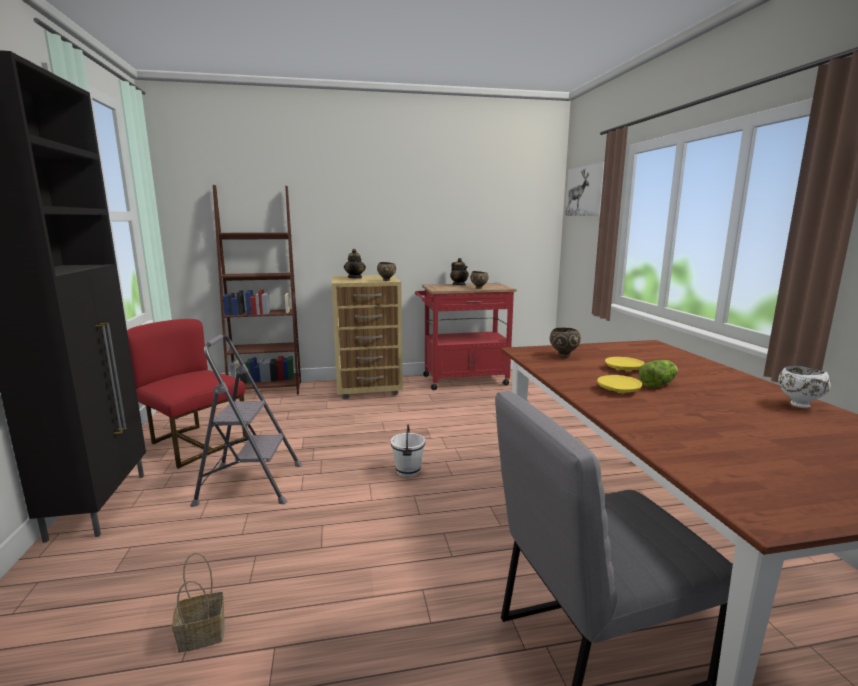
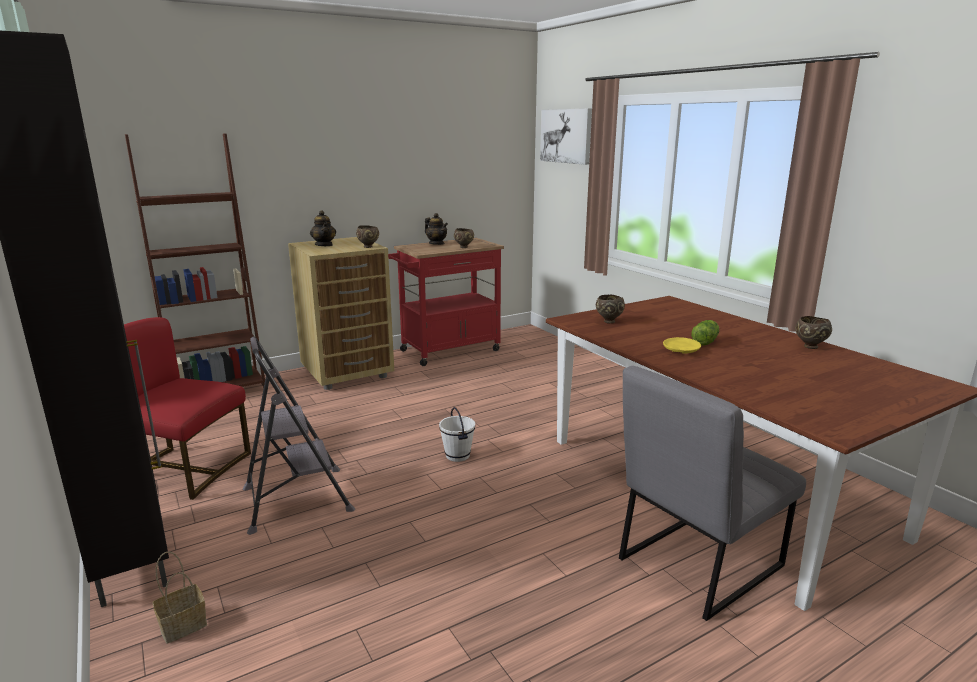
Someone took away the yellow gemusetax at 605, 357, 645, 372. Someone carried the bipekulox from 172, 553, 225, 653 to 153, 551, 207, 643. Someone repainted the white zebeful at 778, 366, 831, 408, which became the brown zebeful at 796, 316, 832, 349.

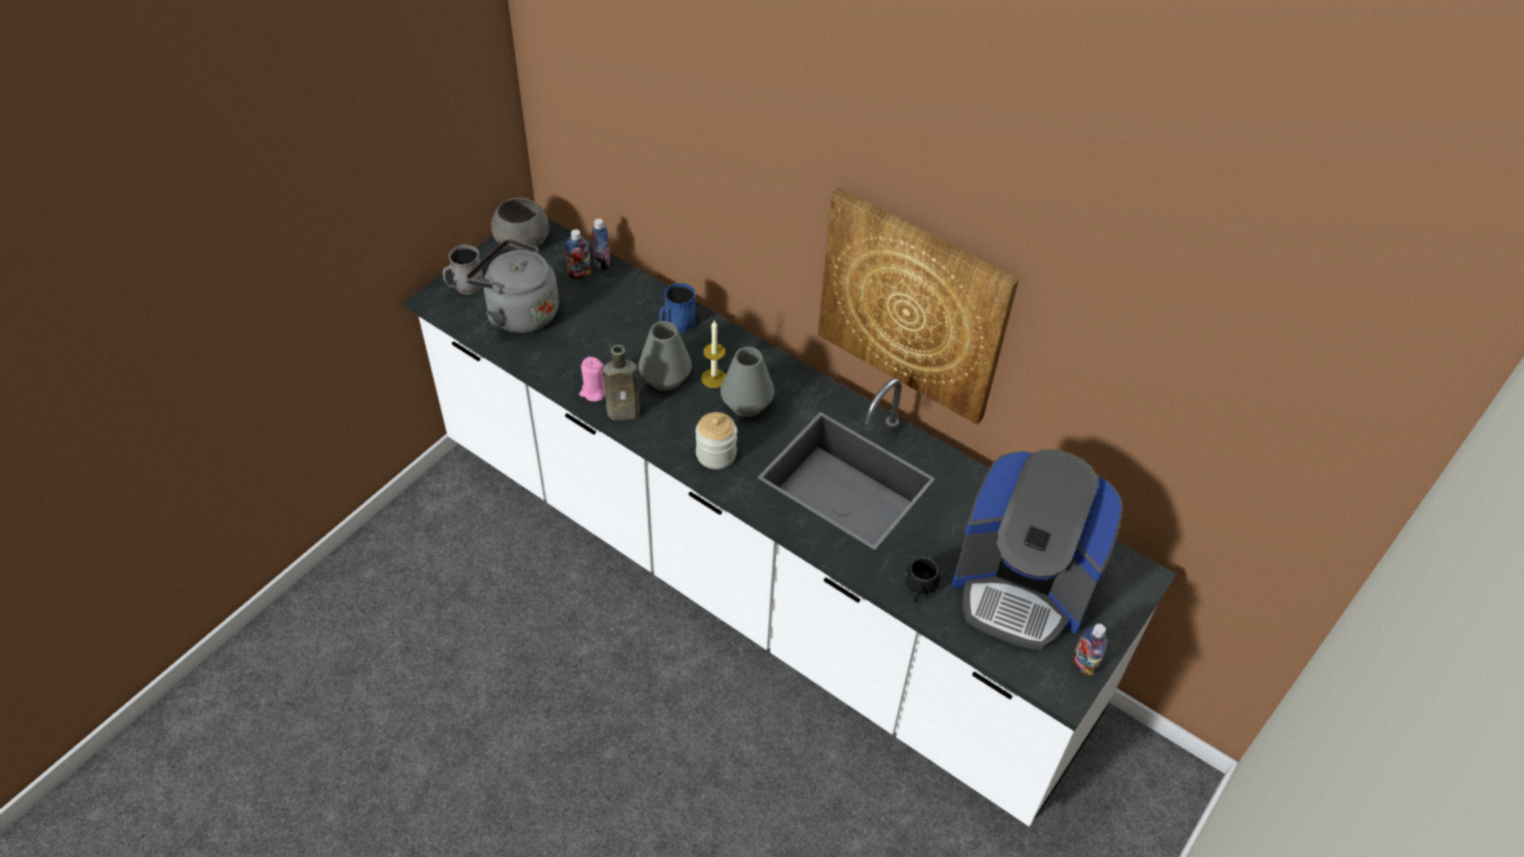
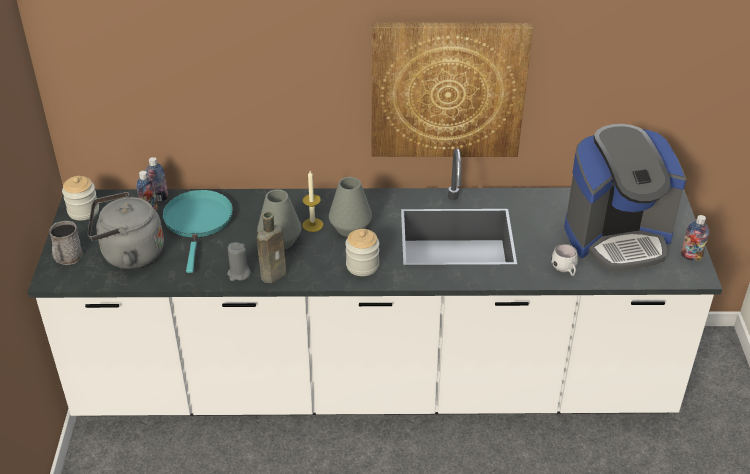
Someone took away the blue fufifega at 659, 283, 695, 333. Someone put down the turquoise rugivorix at 162, 190, 233, 273. Someone swapped the grey zebeful at 491, 198, 549, 251 for the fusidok at 62, 176, 99, 221. Someone repainted the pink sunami at 579, 357, 605, 401, which became the grey sunami at 227, 242, 251, 281. Someone repainted the black fufifega at 905, 557, 940, 602, which became the white fufifega at 551, 244, 578, 276.

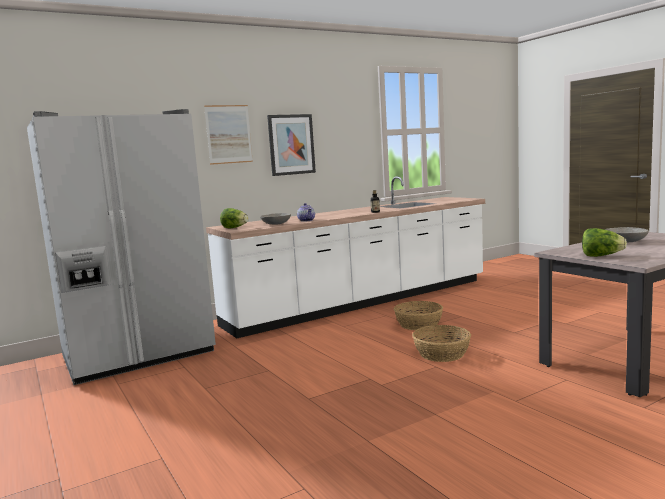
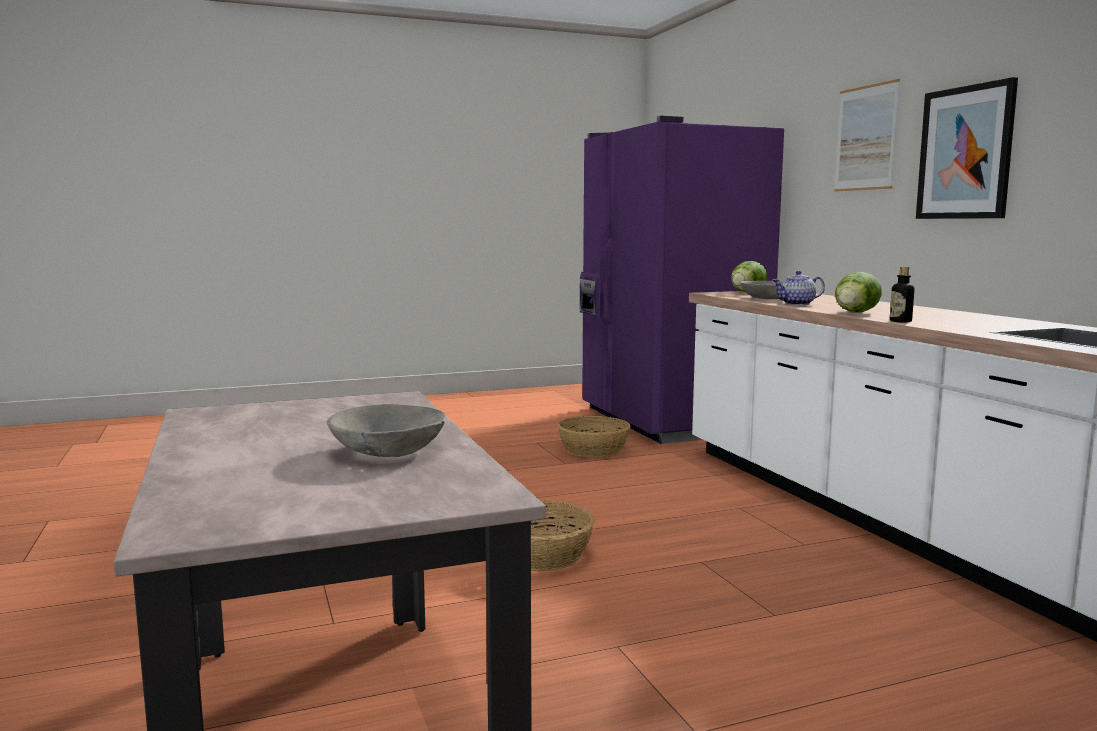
Someone carried the bipekulox from 394, 301, 443, 330 to 558, 416, 631, 458. Someone carried the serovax from 582, 228, 627, 257 to 835, 272, 882, 313. Someone repainted the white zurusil at 27, 109, 216, 385, which became the purple zurusil at 580, 115, 784, 444.

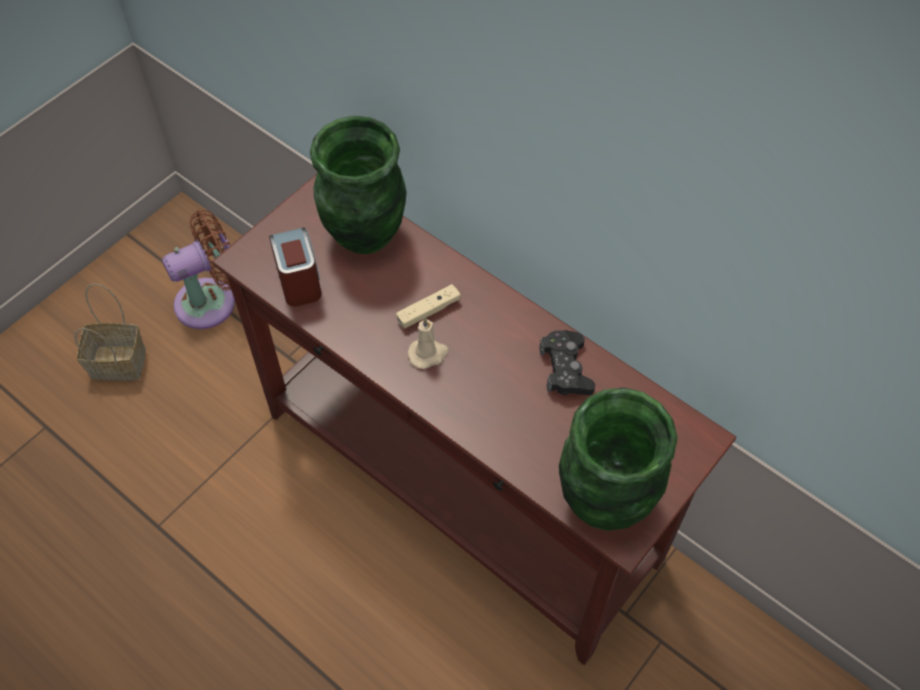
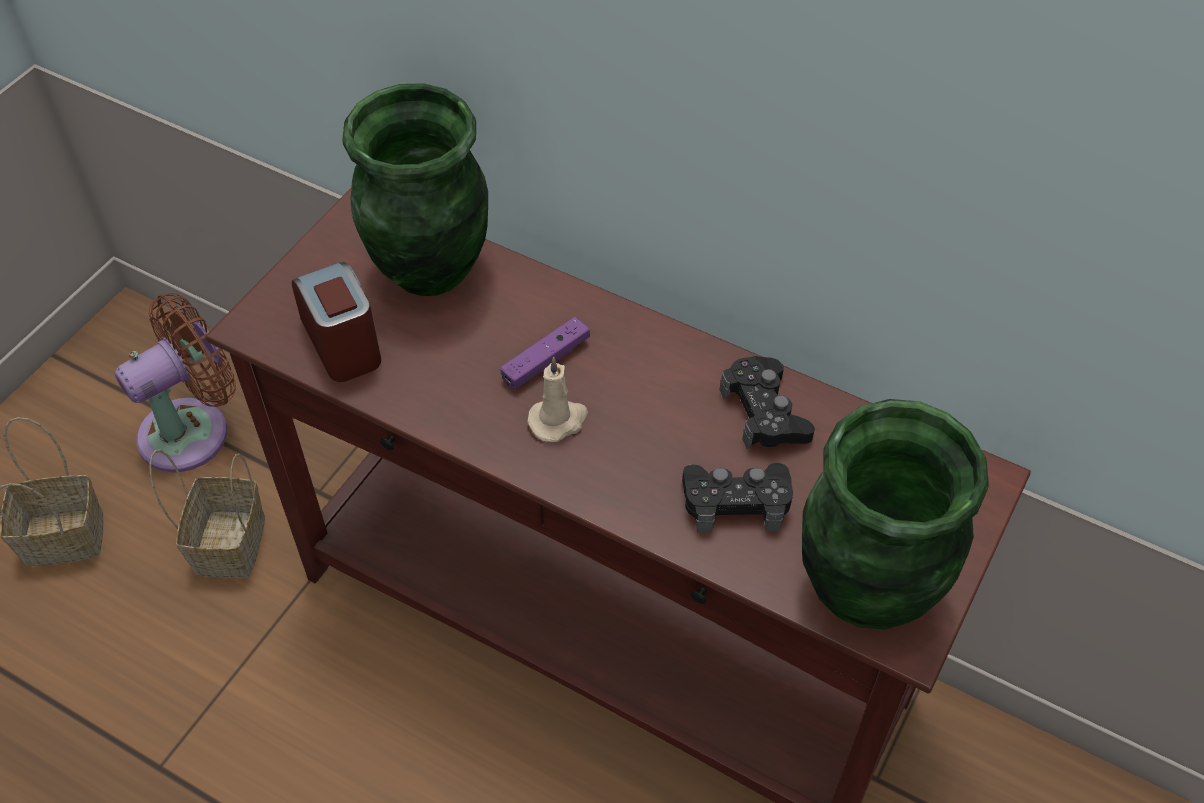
Someone put down the bipekulox at 149, 449, 265, 578. Someone put down the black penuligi at 682, 463, 793, 533. Someone repainted the beige penuligi at 396, 284, 460, 329, which became the purple penuligi at 500, 317, 590, 390.

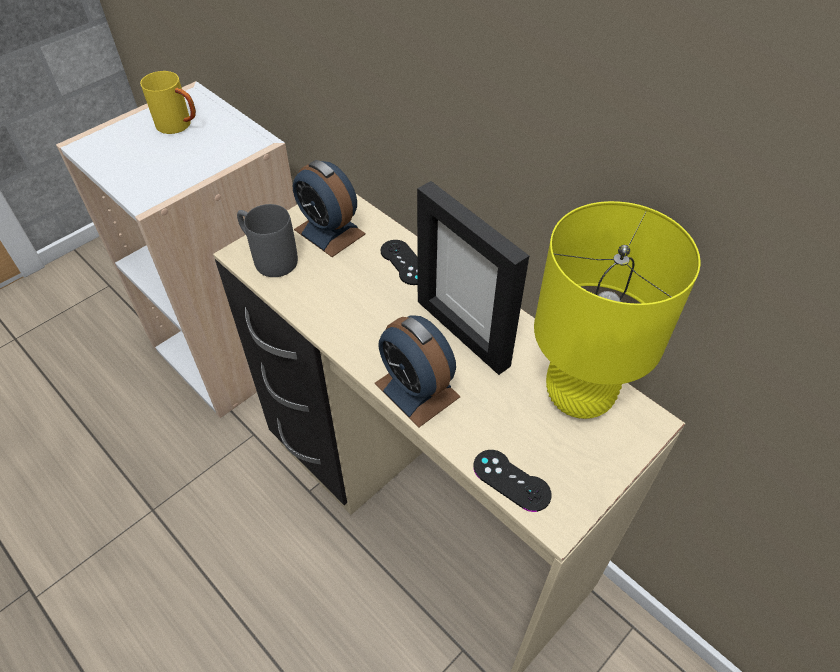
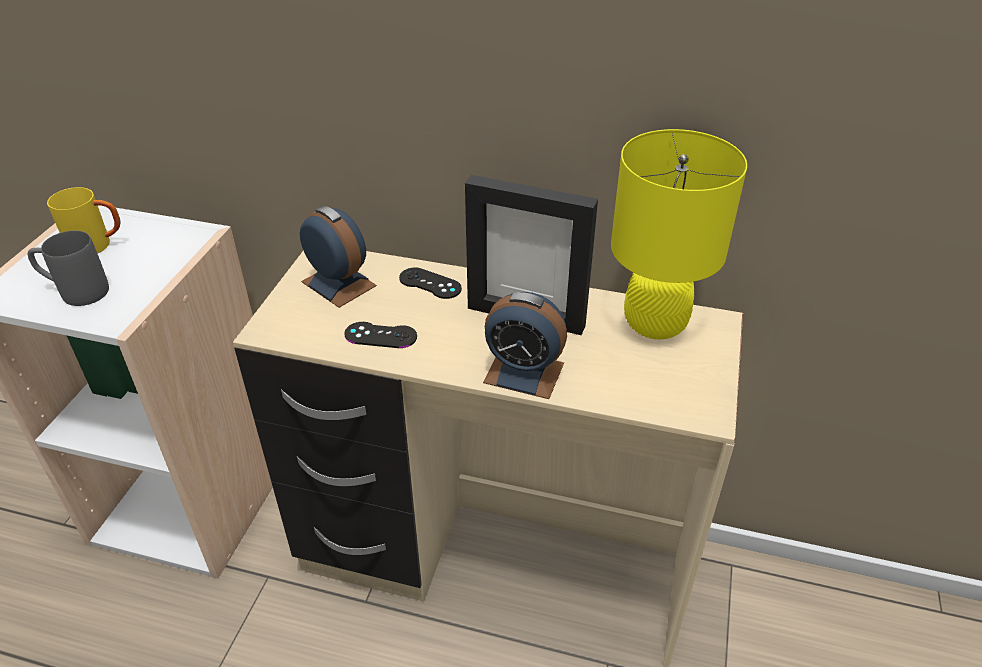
Someone carried the grey fufifega from 237, 204, 298, 277 to 28, 231, 109, 306. Someone carried the black penuligi from 473, 450, 552, 512 to 344, 322, 417, 348. Someone rotated the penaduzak at 293, 160, 366, 257 by 150 degrees counterclockwise.

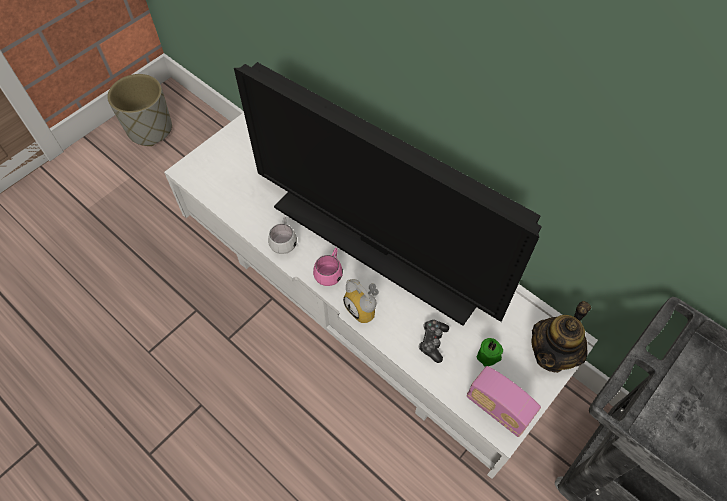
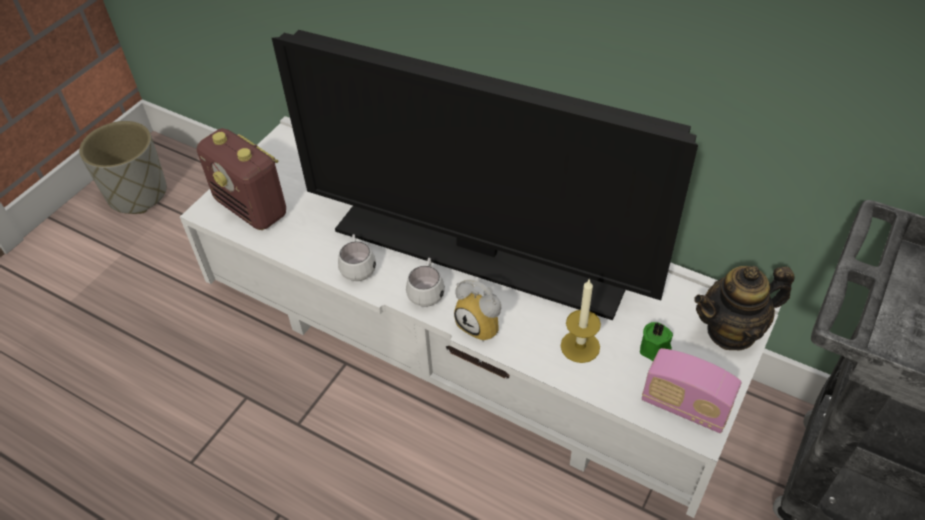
Someone put down the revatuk at 197, 128, 286, 230. Someone swapped the penuligi at 419, 320, 449, 363 for the sunami at 561, 280, 601, 363. Someone repainted the pink fufifega at 313, 248, 343, 286, which became the white fufifega at 406, 258, 445, 307. Someone rotated the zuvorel at 531, 301, 591, 373 by 45 degrees clockwise.

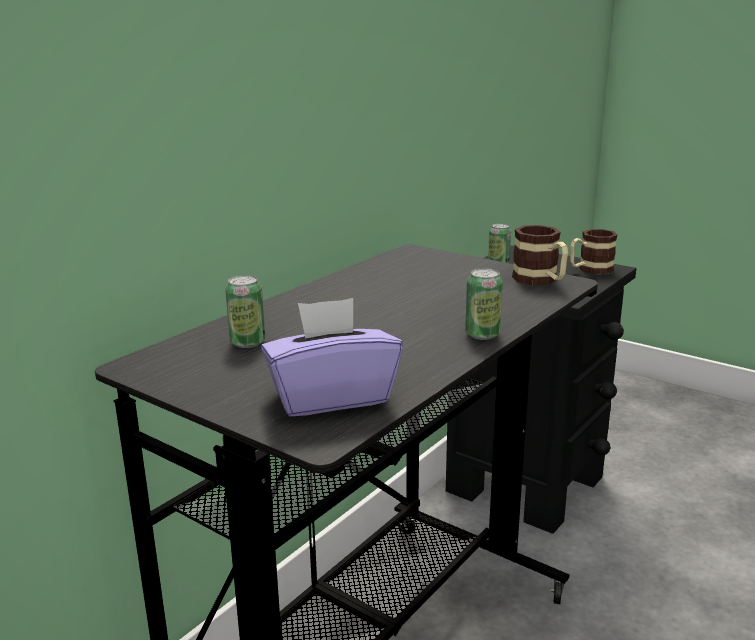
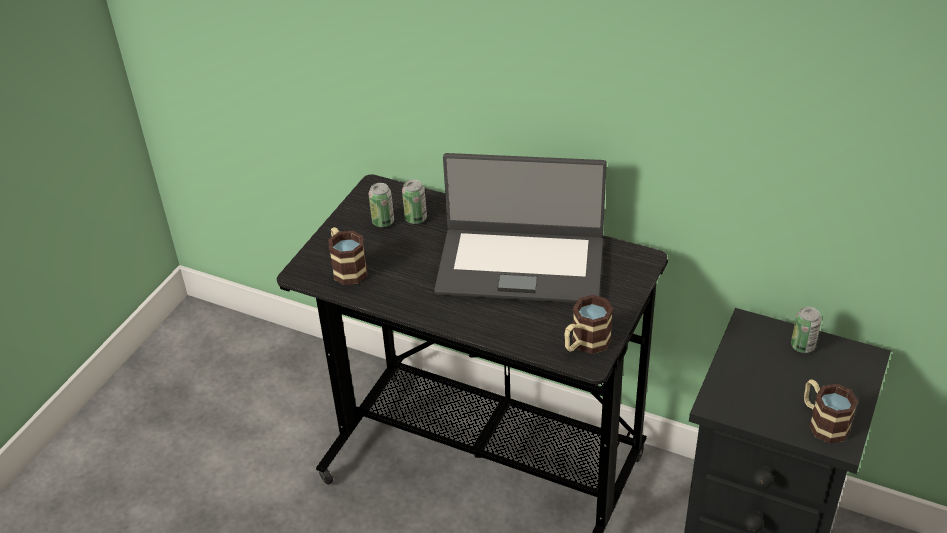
Someone put down the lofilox at 434, 153, 607, 303. Someone carried the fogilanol from 465, 268, 503, 340 to 369, 183, 394, 227. Someone swapped the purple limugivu at 261, 298, 403, 417 for the fufifega at 329, 227, 368, 285.

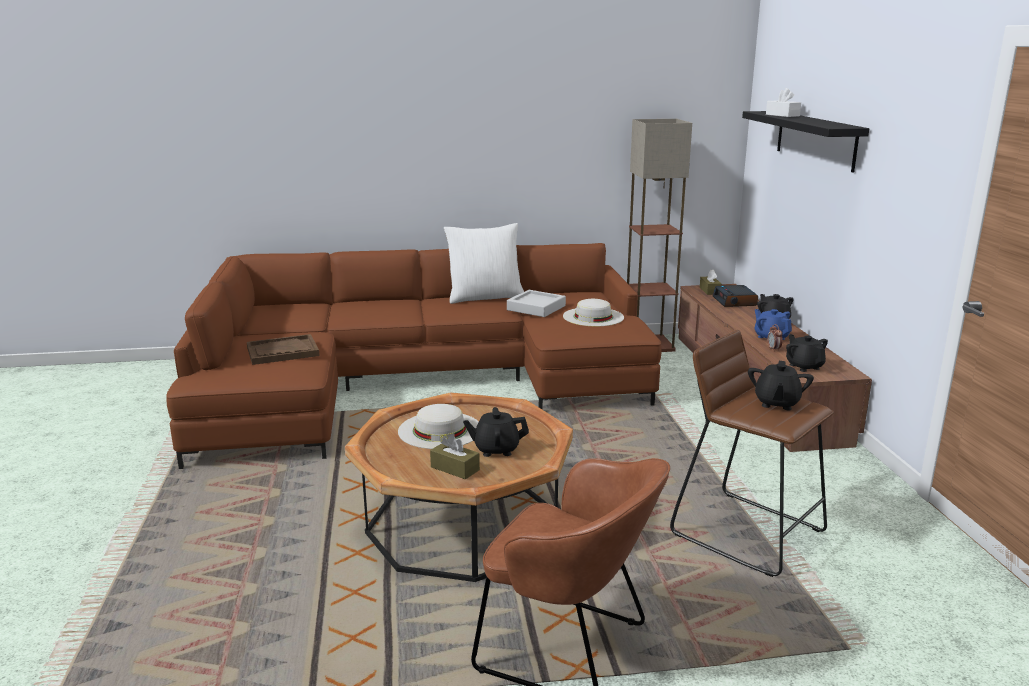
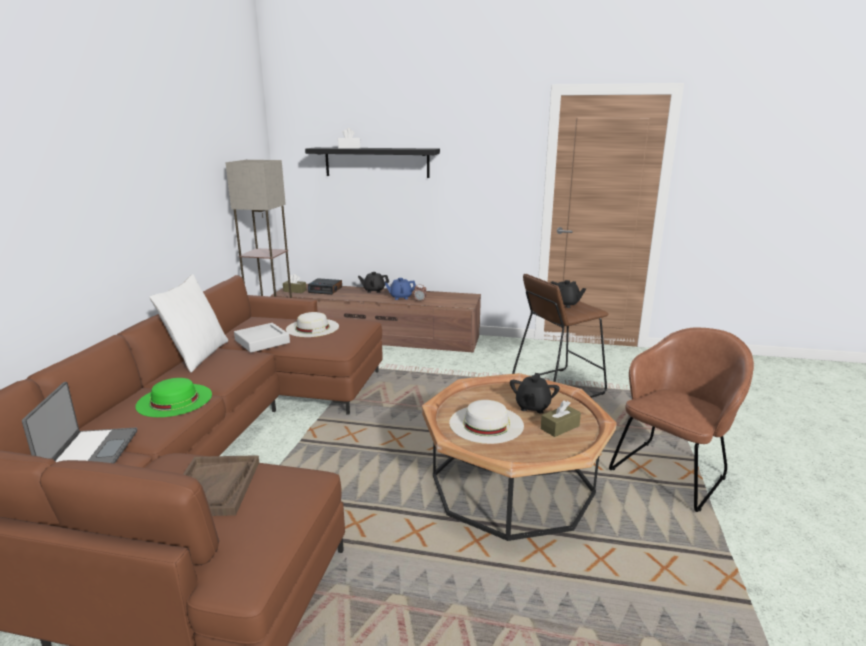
Someone took away the black zuvorel at 786, 334, 828, 372. Someone put down the lofilox at 22, 382, 137, 464. Someone put down the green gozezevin at 135, 378, 212, 417.

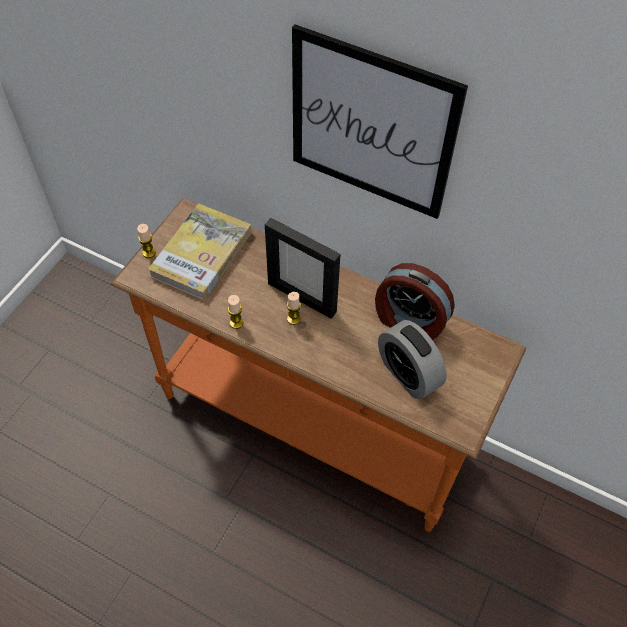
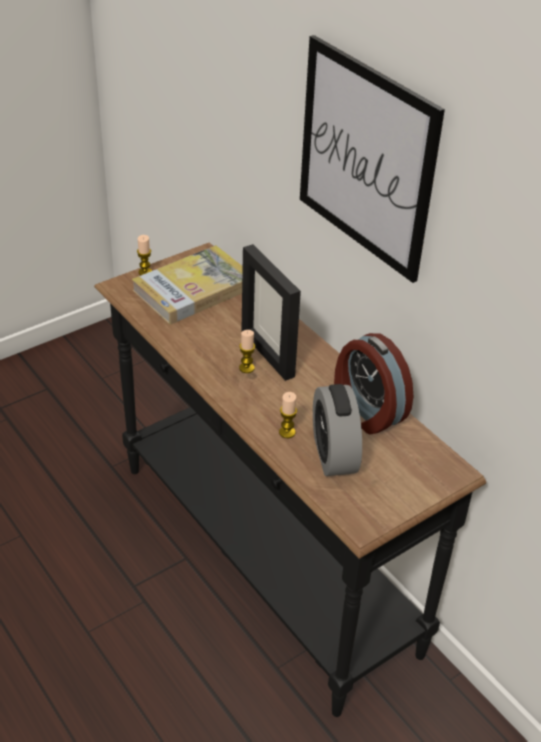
Someone carried the sunami from 228, 295, 243, 329 to 279, 392, 297, 438. Someone repainted the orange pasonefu at 111, 198, 526, 532, which became the black pasonefu at 94, 243, 486, 717.

